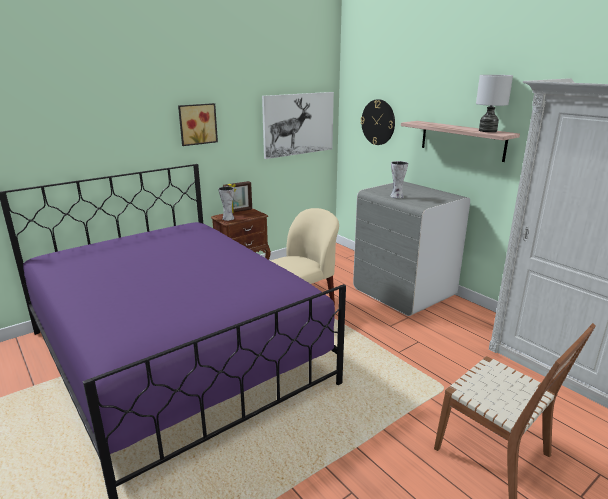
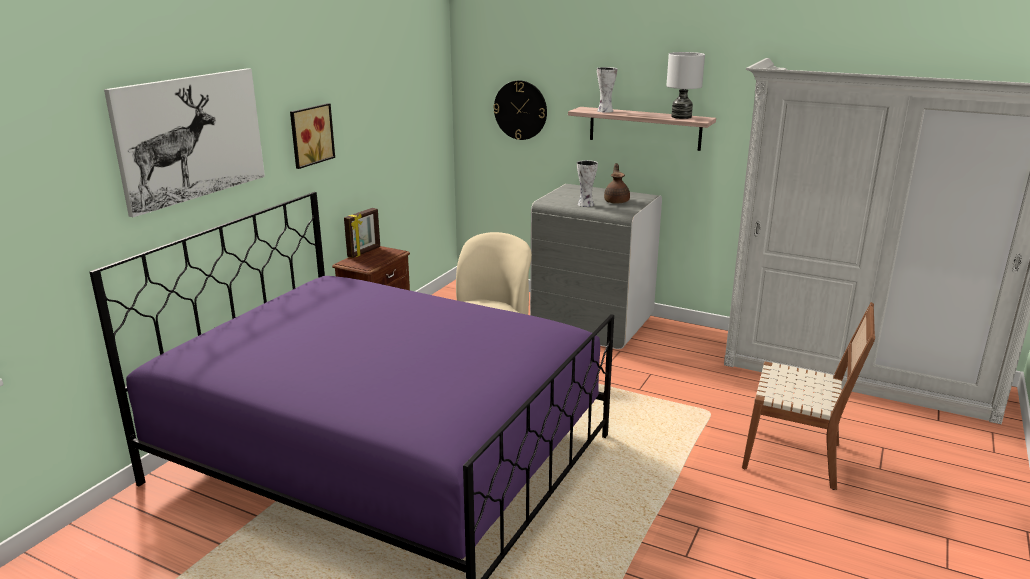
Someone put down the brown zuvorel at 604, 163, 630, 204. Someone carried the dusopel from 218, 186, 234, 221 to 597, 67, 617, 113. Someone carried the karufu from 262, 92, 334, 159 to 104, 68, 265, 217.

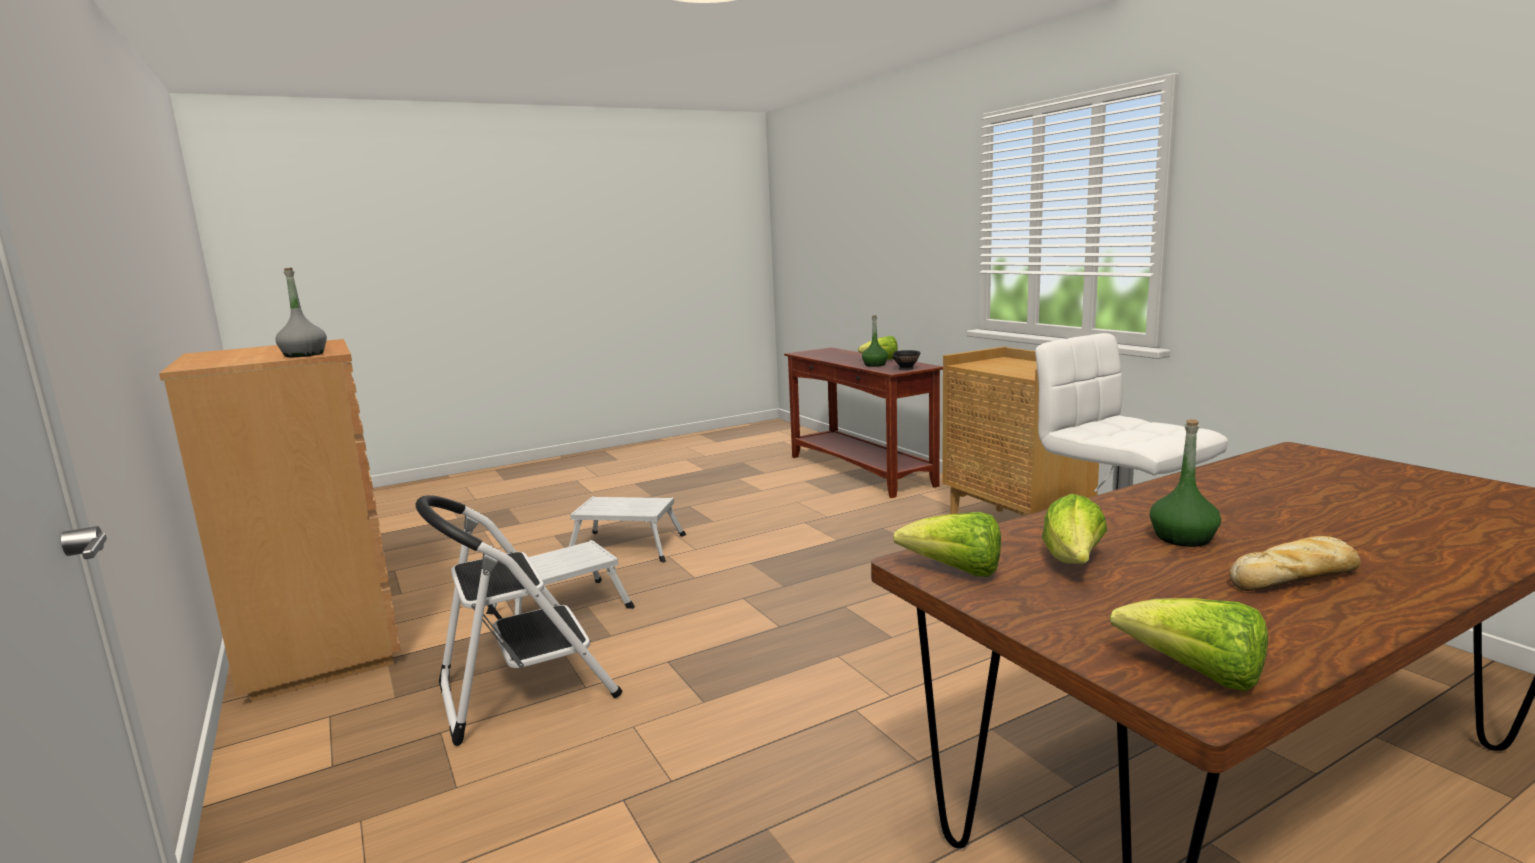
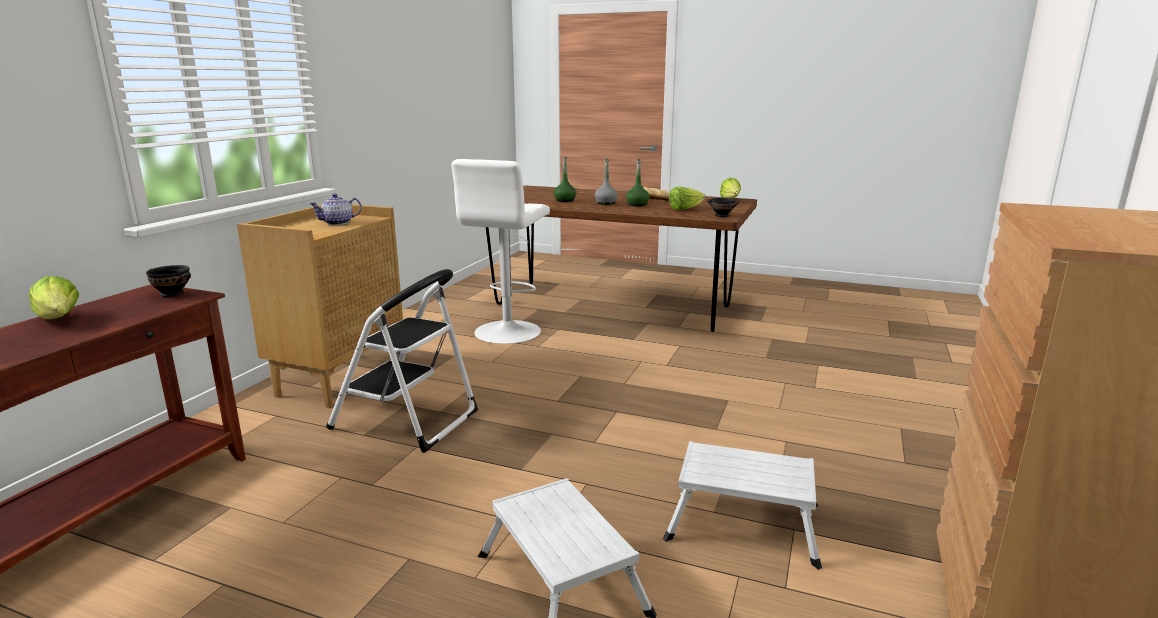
Someone put down the zuvorel at 309, 194, 362, 225. Someone carried the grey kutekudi from 275, 268, 327, 357 to 595, 158, 618, 205. Someone carried the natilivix from 416, 495, 622, 746 to 326, 269, 478, 453. Someone carried the green kutekudi from 862, 315, 888, 367 to 554, 156, 577, 202. Someone swapped the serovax at 893, 512, 1001, 577 for the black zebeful at 707, 198, 739, 217.

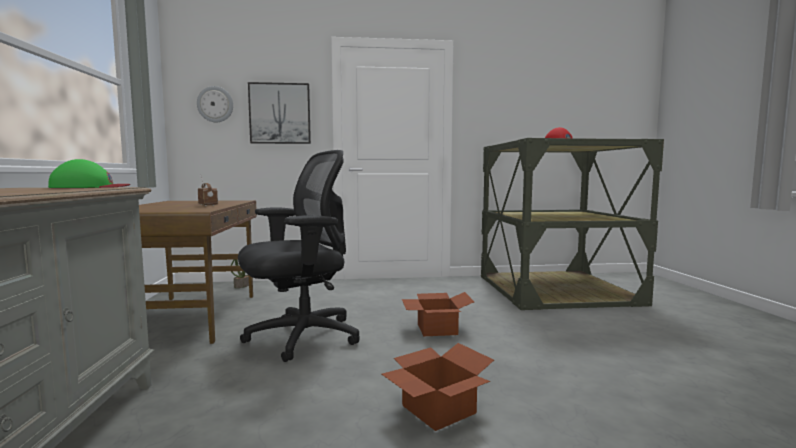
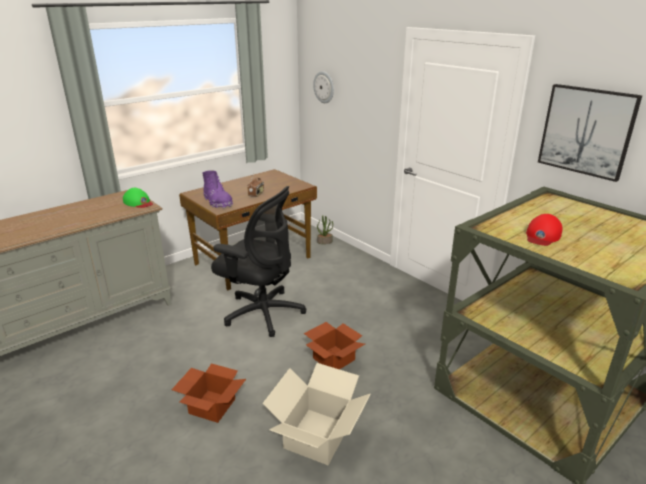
Someone put down the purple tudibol at 202, 170, 233, 208. Someone put down the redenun at 262, 363, 371, 465. Someone carried the karufu from 248, 82, 311, 144 to 538, 84, 642, 182.

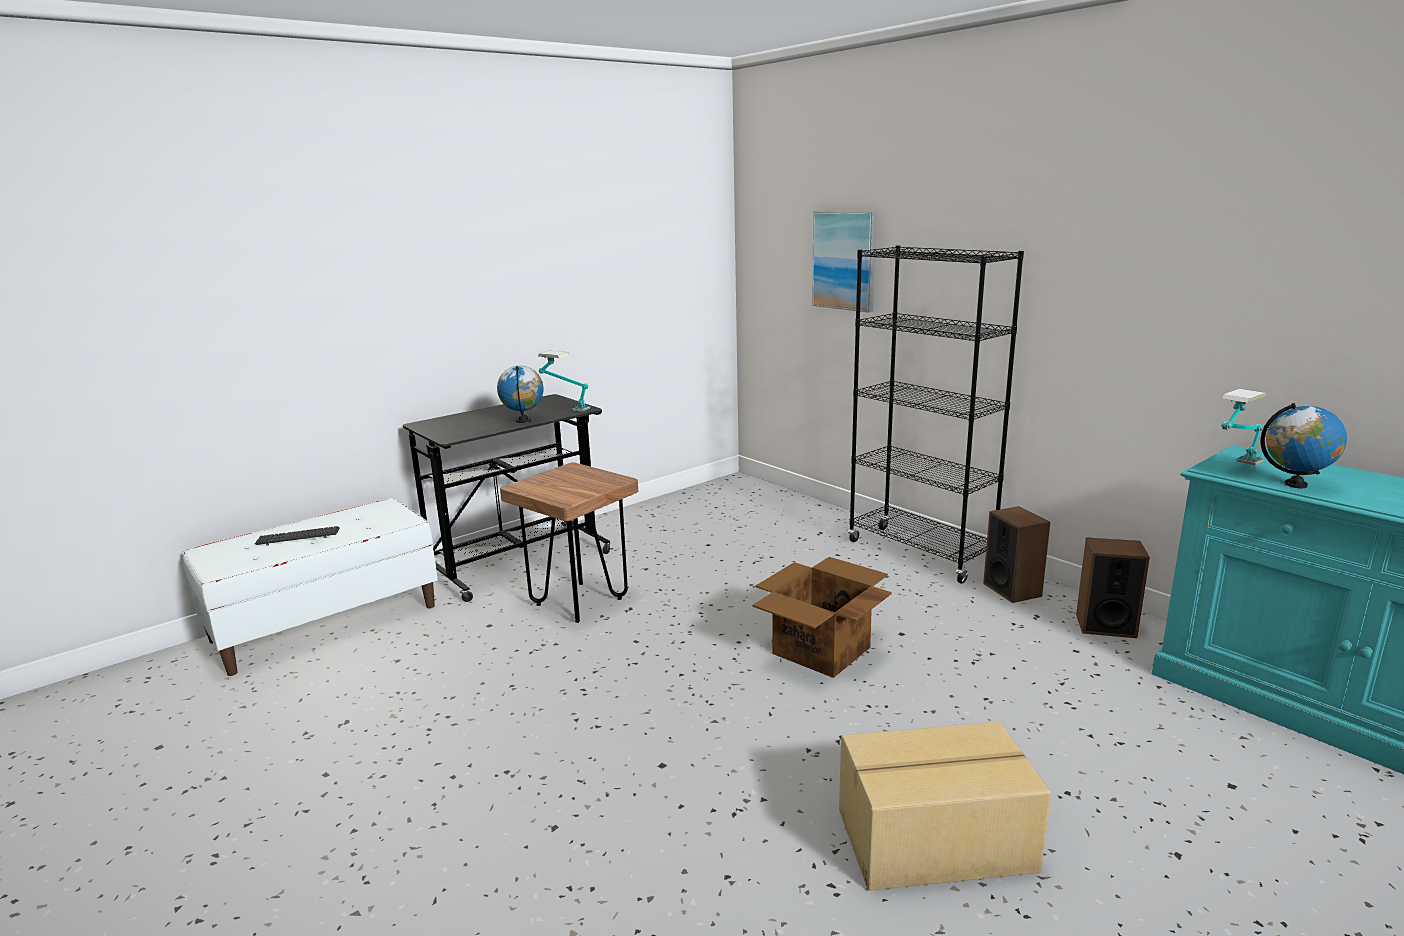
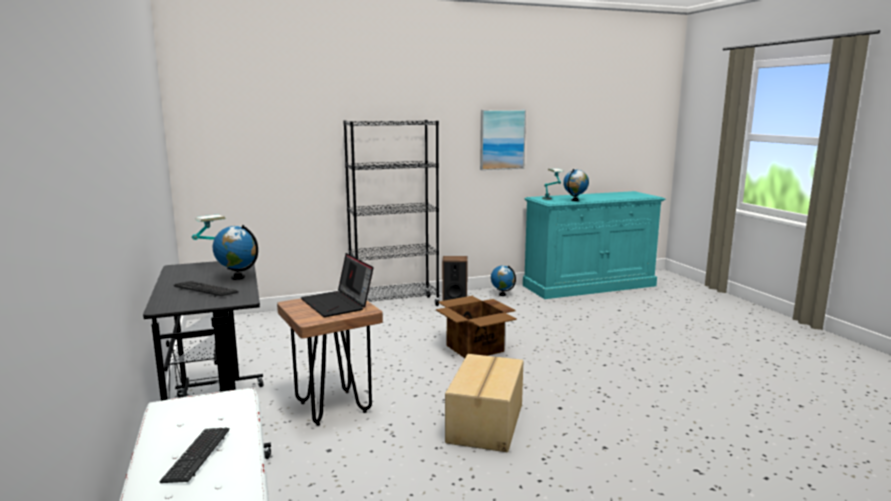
Someone put down the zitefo at 174, 281, 239, 297. Someone put down the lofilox at 301, 253, 374, 317. Someone carried the karufu from 812, 211, 877, 313 to 480, 110, 526, 170. Someone carried the redenun from 839, 721, 1051, 891 to 445, 354, 523, 452. Someone swapped the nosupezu at 1076, 537, 1150, 638 for the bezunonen at 491, 265, 516, 296.

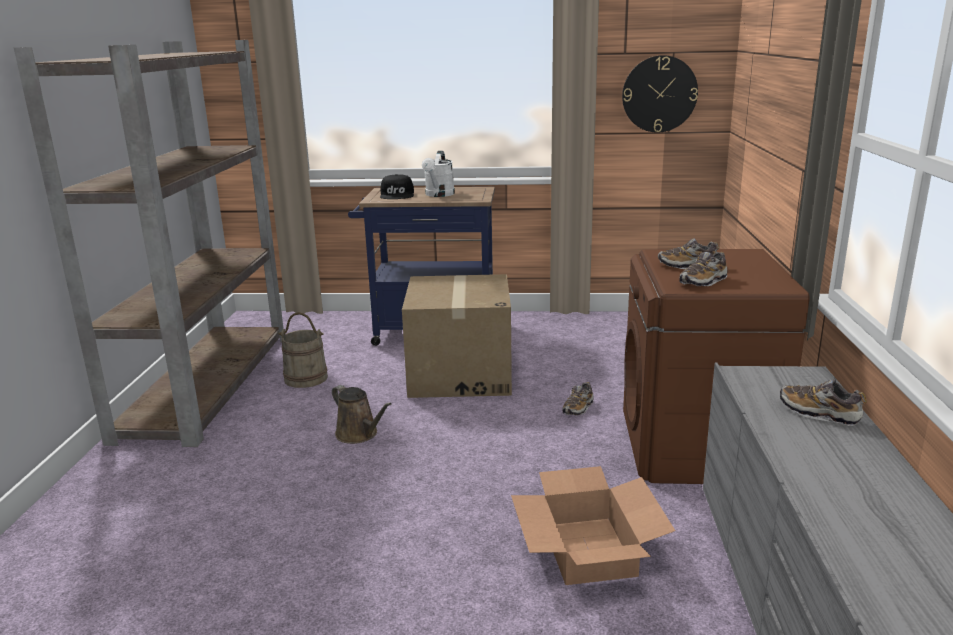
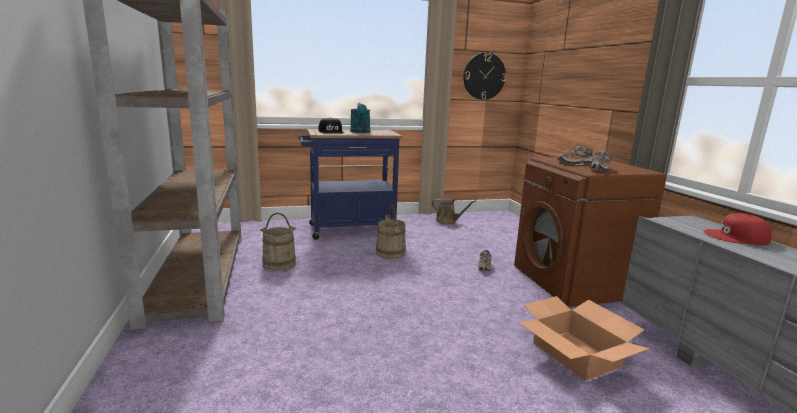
Someone carried the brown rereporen from 332, 385, 392, 444 to 432, 198, 476, 225. Someone swapped the redenun at 402, 274, 512, 398 for the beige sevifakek at 376, 206, 406, 259. Someone swapped the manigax at 780, 379, 867, 426 for the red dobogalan at 704, 213, 772, 245. Someone repainted the white rereporen at 422, 151, 455, 197, which became the turquoise rereporen at 350, 103, 370, 133.

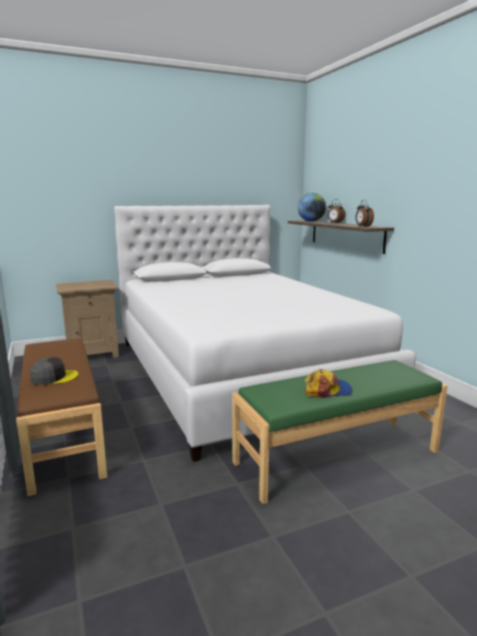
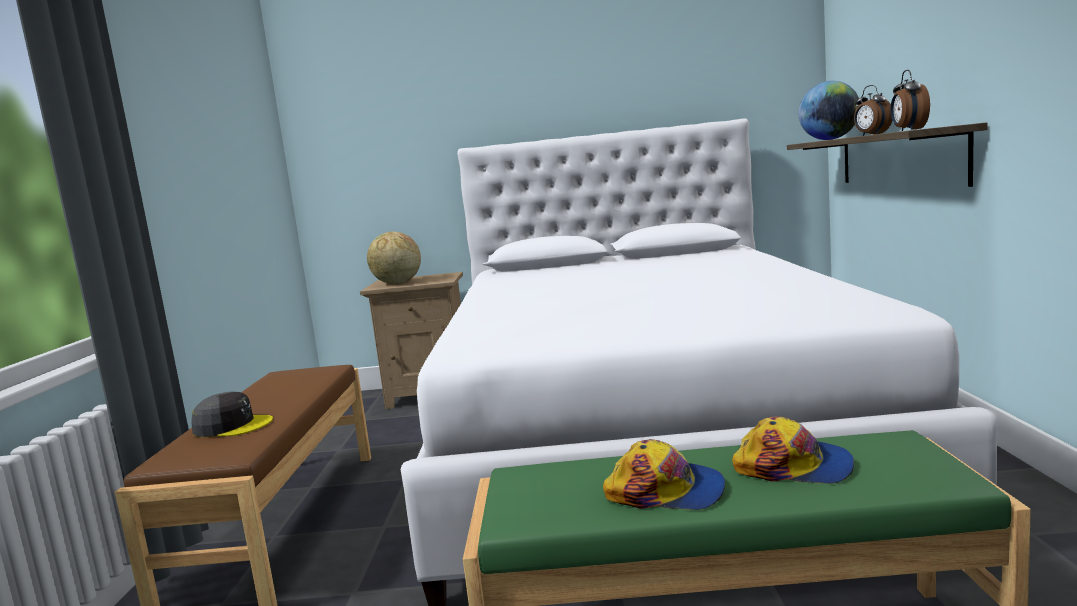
Someone put down the bezunonen at 367, 232, 421, 284. Someone put down the dobogalan at 732, 416, 854, 484.

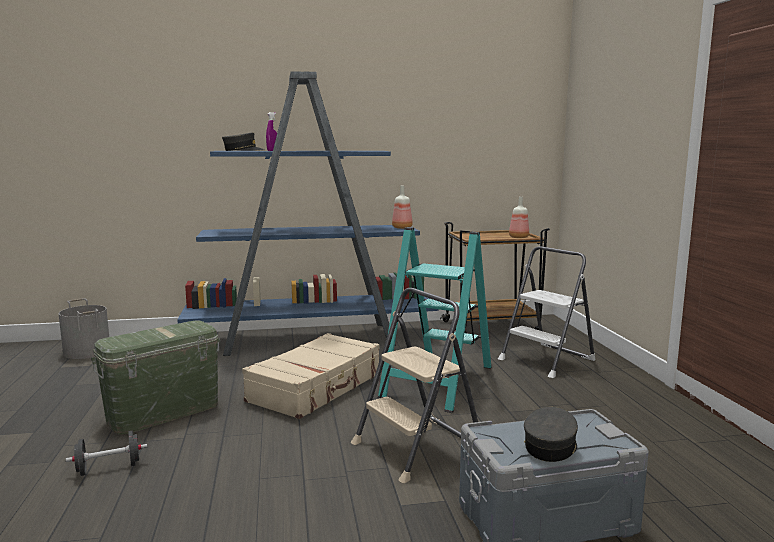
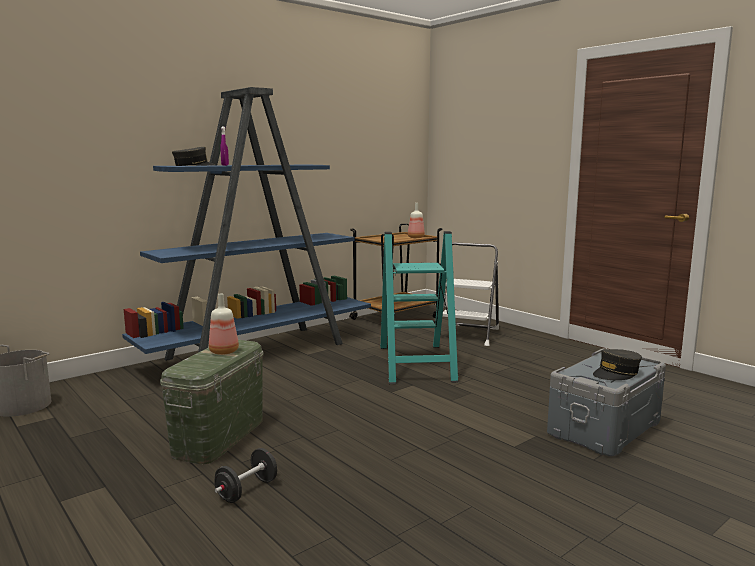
Someone took away the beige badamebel at 242, 333, 379, 419. Someone took away the beige natilivix at 351, 288, 478, 483. Someone carried the kutekudi from 392, 186, 413, 229 to 209, 293, 239, 355. Someone rotated the grey dobogalan at 524, 407, 578, 462 by 120 degrees counterclockwise.

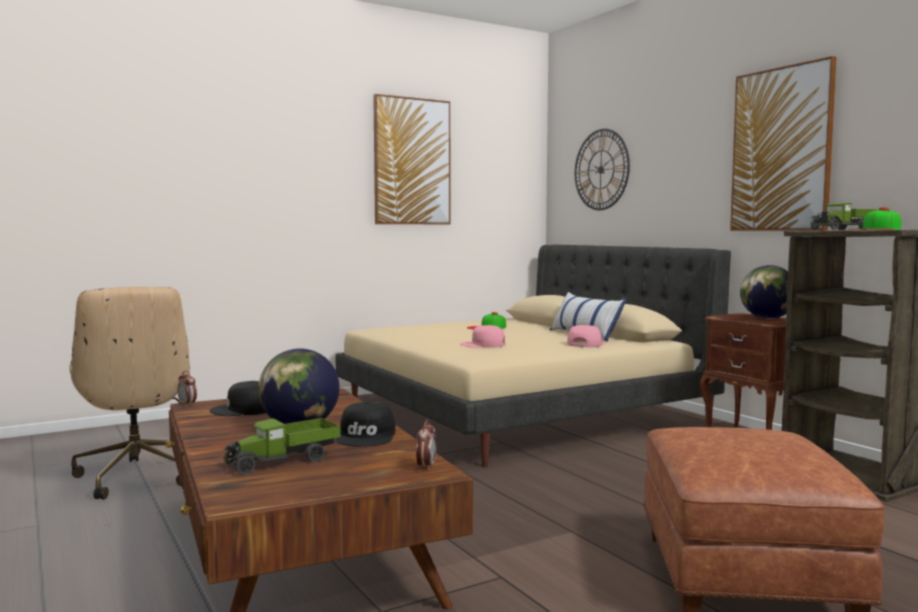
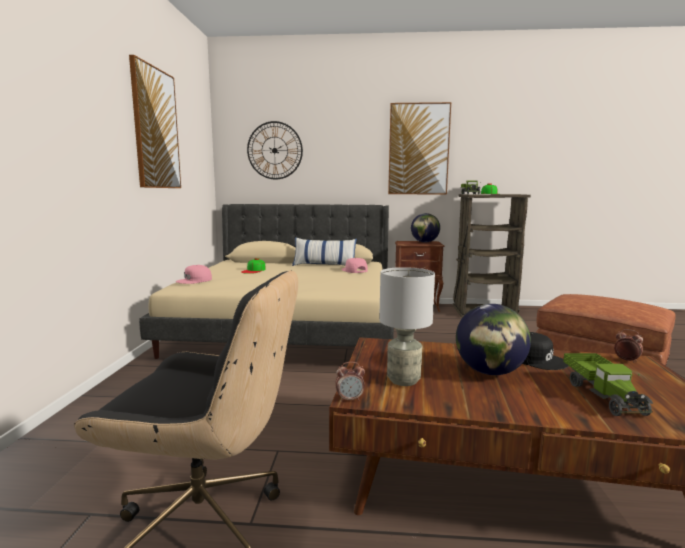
Someone carried the pink dobogalan from 460, 325, 505, 348 to 176, 265, 212, 284. Someone swapped the black dobogalan at 210, 381, 266, 416 for the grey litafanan at 379, 267, 435, 386.

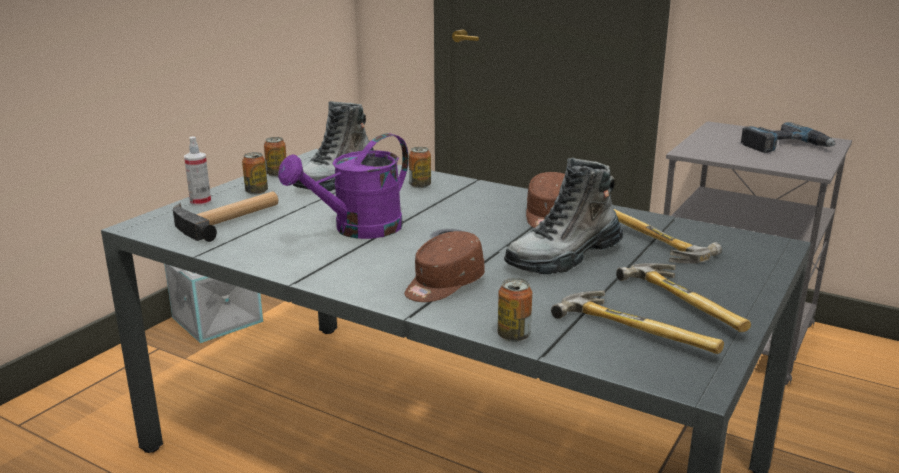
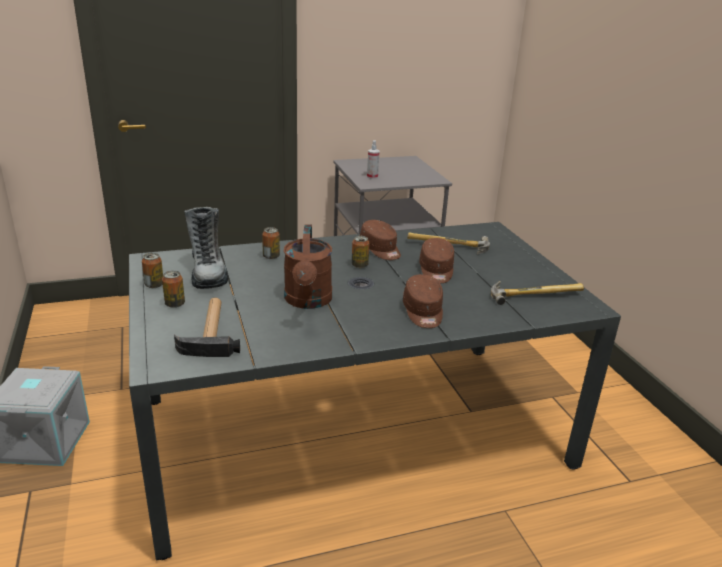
Someone took away the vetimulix at 616, 263, 751, 332. Someone took away the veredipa at 741, 122, 836, 153. Someone carried the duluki from 184, 136, 211, 206 to 367, 140, 379, 179. Someone carried the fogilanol from 498, 278, 532, 342 to 352, 236, 369, 268. Someone swapped the tudibol at 504, 158, 623, 274 for the brown dobogalan at 419, 238, 454, 283. Someone repainted the purple rereporen at 278, 133, 409, 239, which became the brown rereporen at 284, 224, 332, 309.

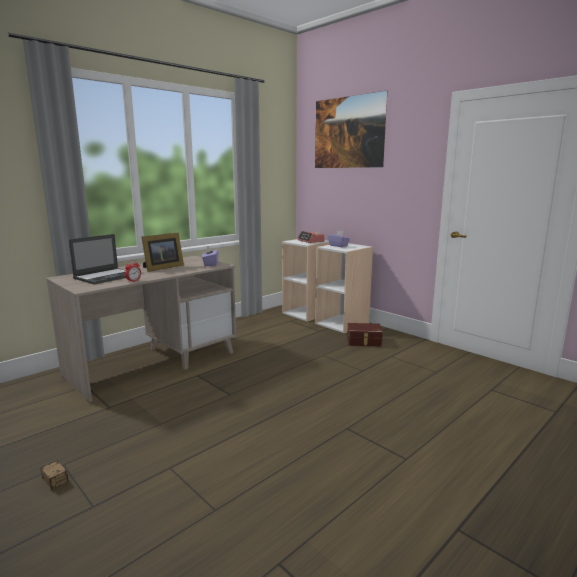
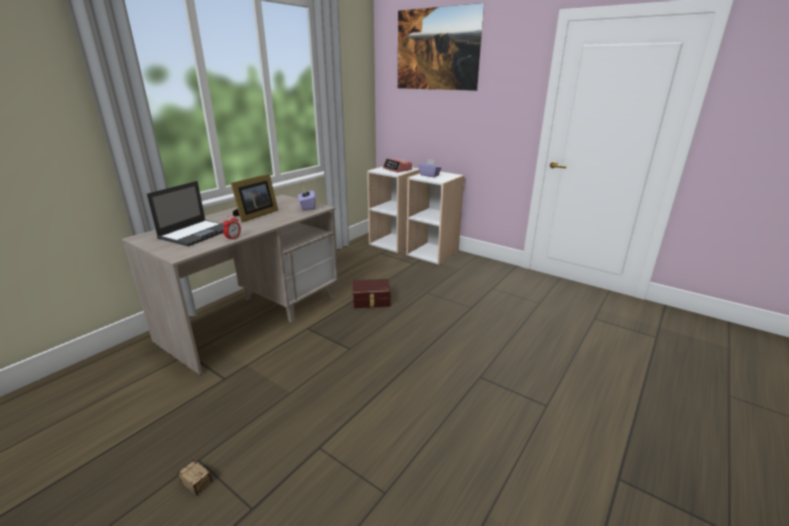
Someone carried the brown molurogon from 347, 323, 383, 346 to 352, 279, 391, 308.

